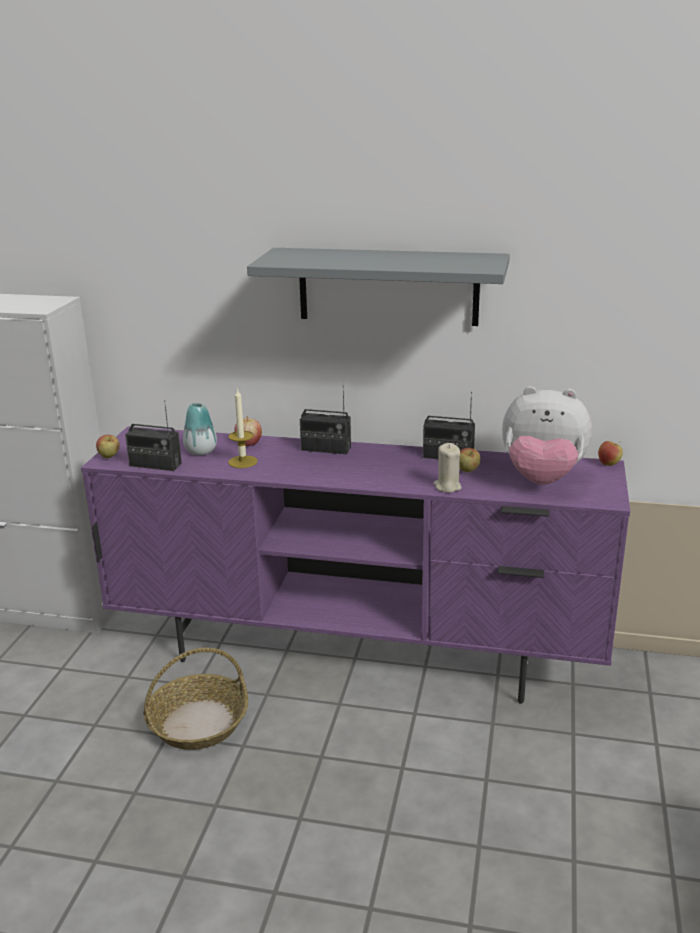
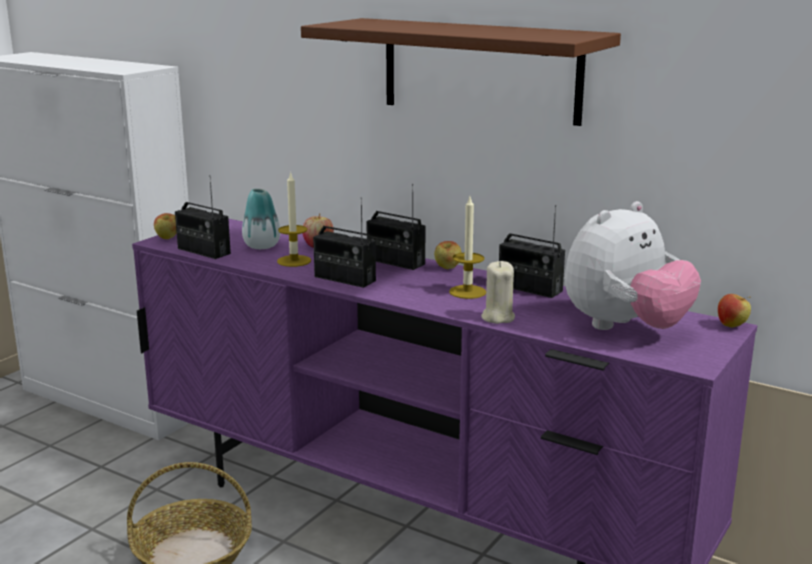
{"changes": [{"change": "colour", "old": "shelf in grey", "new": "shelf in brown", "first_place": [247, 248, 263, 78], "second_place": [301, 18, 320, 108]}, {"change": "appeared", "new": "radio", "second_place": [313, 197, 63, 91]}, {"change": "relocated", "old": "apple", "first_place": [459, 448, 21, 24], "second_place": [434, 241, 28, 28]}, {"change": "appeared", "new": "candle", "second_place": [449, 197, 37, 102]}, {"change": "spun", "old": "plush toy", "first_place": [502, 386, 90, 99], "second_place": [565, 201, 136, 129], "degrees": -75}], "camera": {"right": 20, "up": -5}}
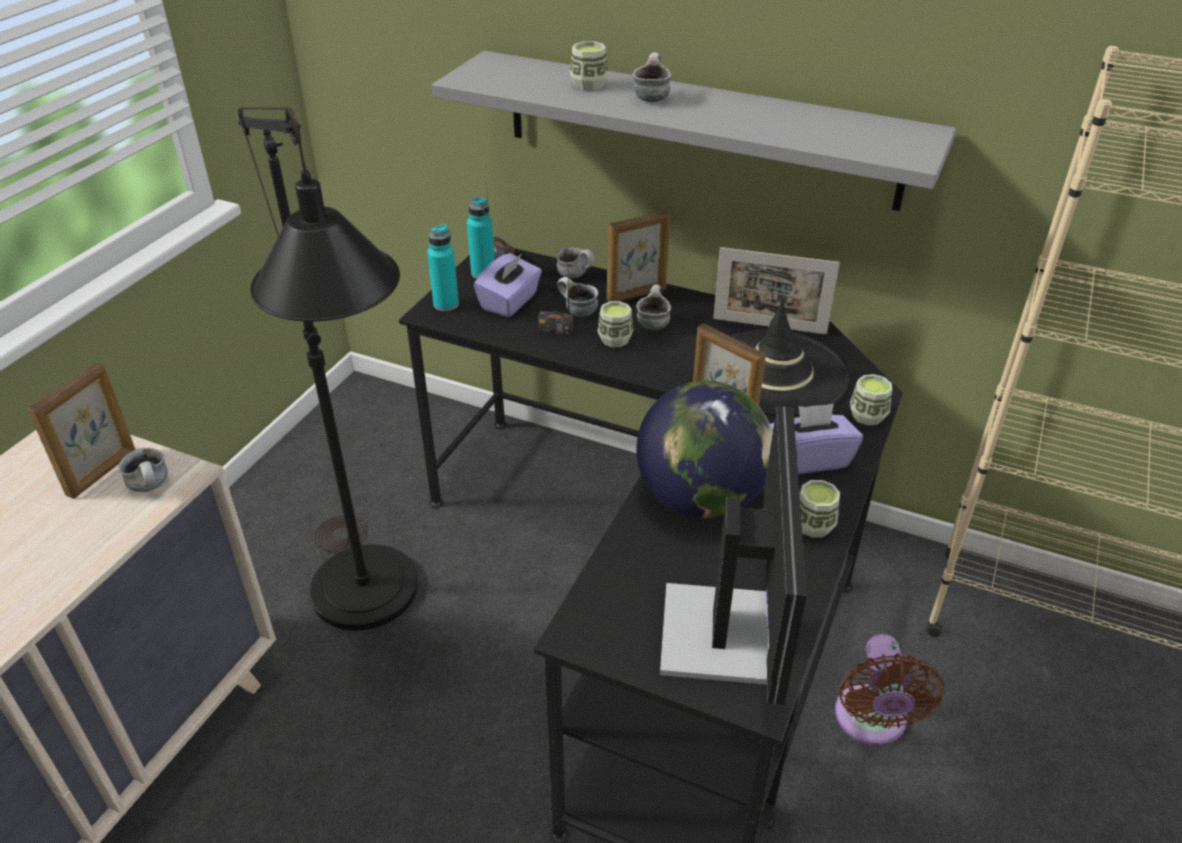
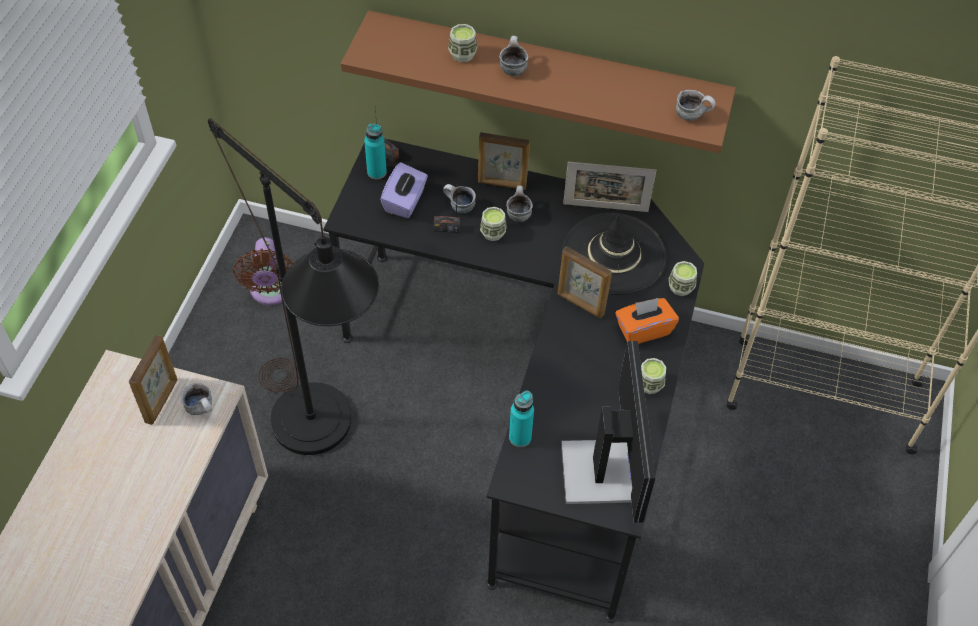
{"changes": [{"change": "relocated", "old": "fan in brown", "first_place": [835, 634, 109, 112], "second_place": [233, 238, 60, 67]}, {"change": "colour", "old": "shelf in grey", "new": "shelf in brown", "first_place": [432, 51, 524, 160], "second_place": [341, 10, 395, 143]}, {"change": "spun", "old": "picture frame", "first_place": [607, 211, 63, 91], "second_place": [478, 132, 52, 58], "degrees": 45}, {"change": "relocated", "old": "bottle in turquoise", "first_place": [427, 224, 32, 87], "second_place": [509, 391, 25, 56]}, {"change": "colour", "old": "tissue box in purple", "new": "tissue box in orange", "first_place": [770, 404, 93, 70], "second_place": [615, 298, 64, 46]}, {"change": "relocated", "old": "mug", "first_place": [556, 247, 39, 31], "second_place": [676, 90, 39, 31]}, {"change": "missing", "old": "globe", "first_place": [636, 381, 137, 137]}], "camera": {"right": -10, "up": 15}}
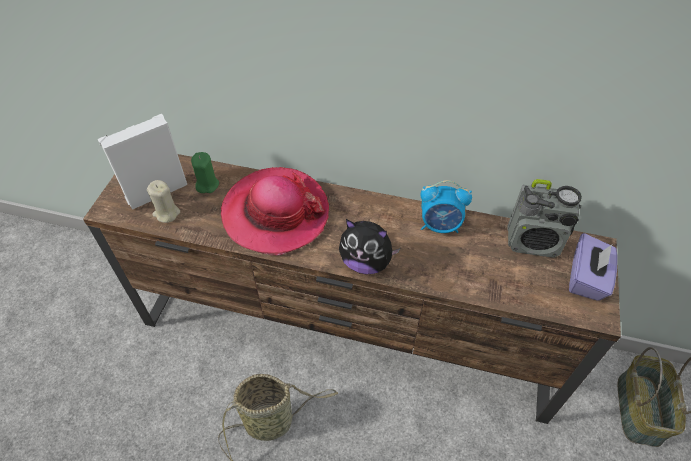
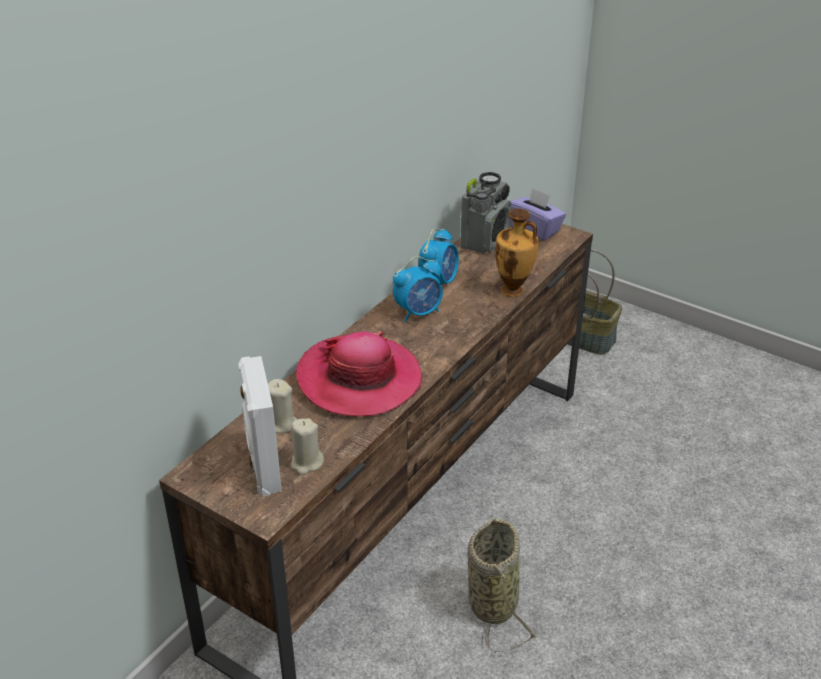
{"changes": [{"change": "colour", "old": "candle in green", "new": "candle in beige", "first_place": [191, 152, 28, 41], "second_place": [268, 379, 29, 54]}, {"change": "appeared", "new": "alarm clock", "second_place": [393, 256, 50, 66]}, {"change": "appeared", "new": "vase", "second_place": [495, 208, 44, 89]}, {"change": "missing", "old": "plush toy", "first_place": [339, 219, 61, 56]}], "camera": {"right": -70, "up": -15}}
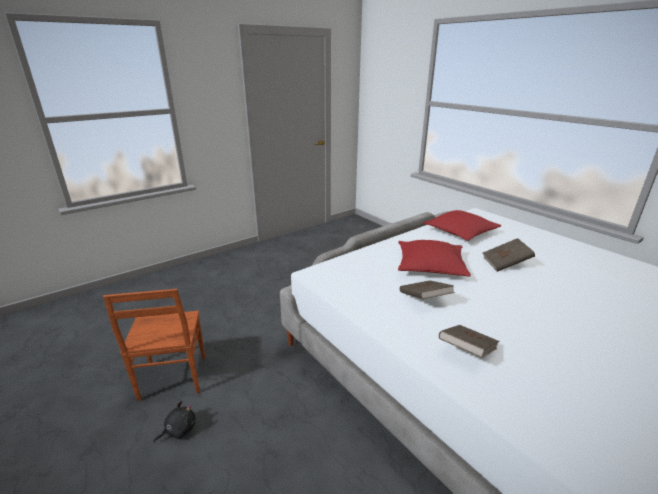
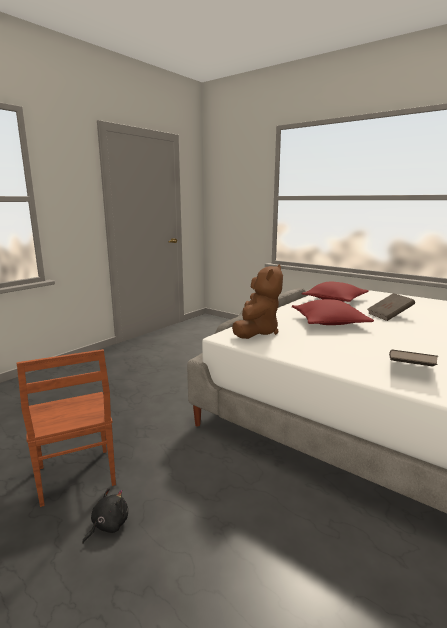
{"changes": [{"change": "appeared", "new": "plush toy in brown", "second_place": [232, 264, 51, 75]}, {"change": "missing", "old": "book in brown", "first_place": [400, 280, 55, 19]}], "camera": {"right": -15, "up": -10}}
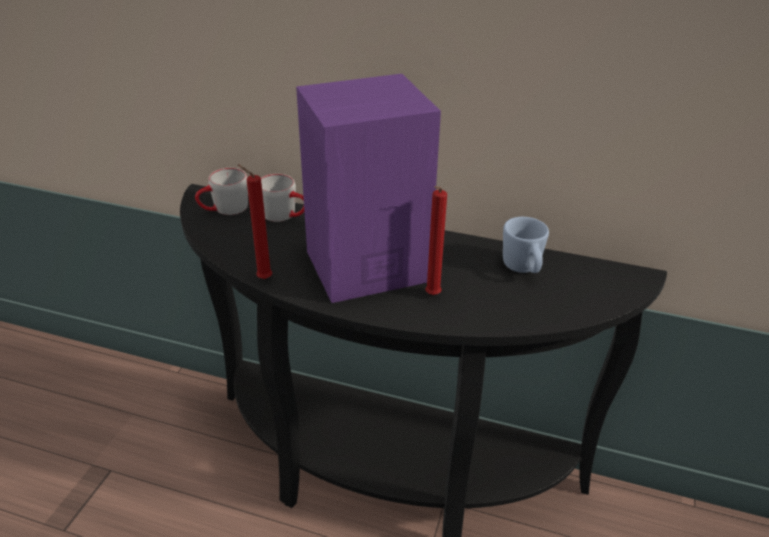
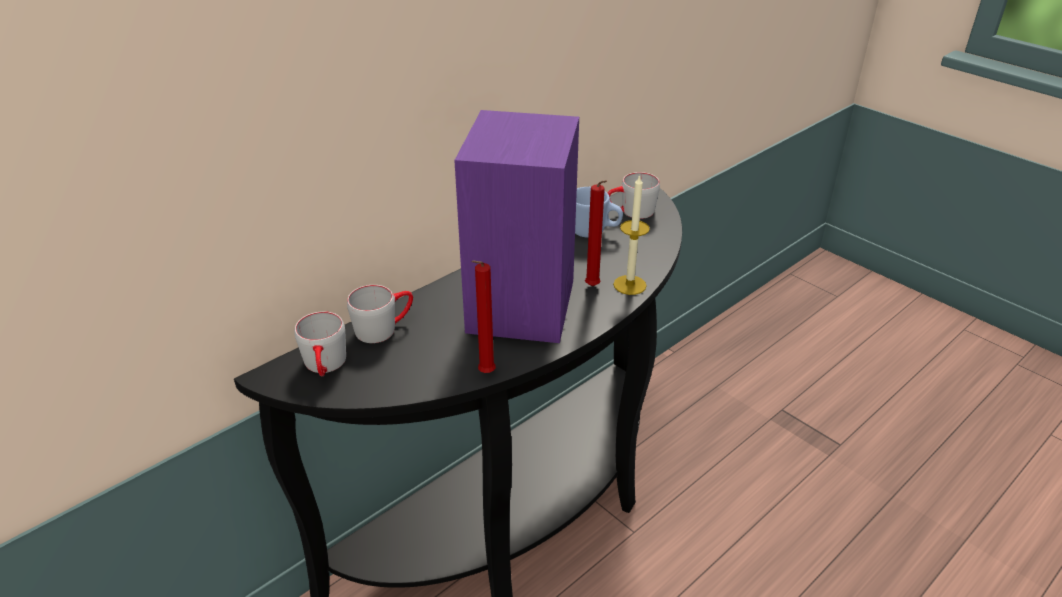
{"changes": [{"change": "appeared", "new": "mug in grey", "second_place": [608, 172, 52, 47]}, {"change": "appeared", "new": "candle", "second_place": [613, 174, 37, 121]}], "camera": {"right": -60, "up": 0}}
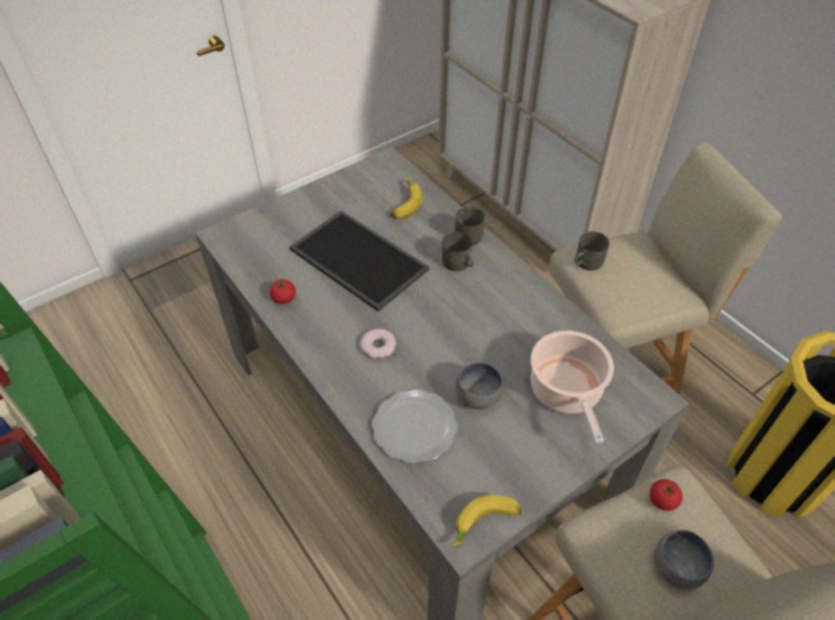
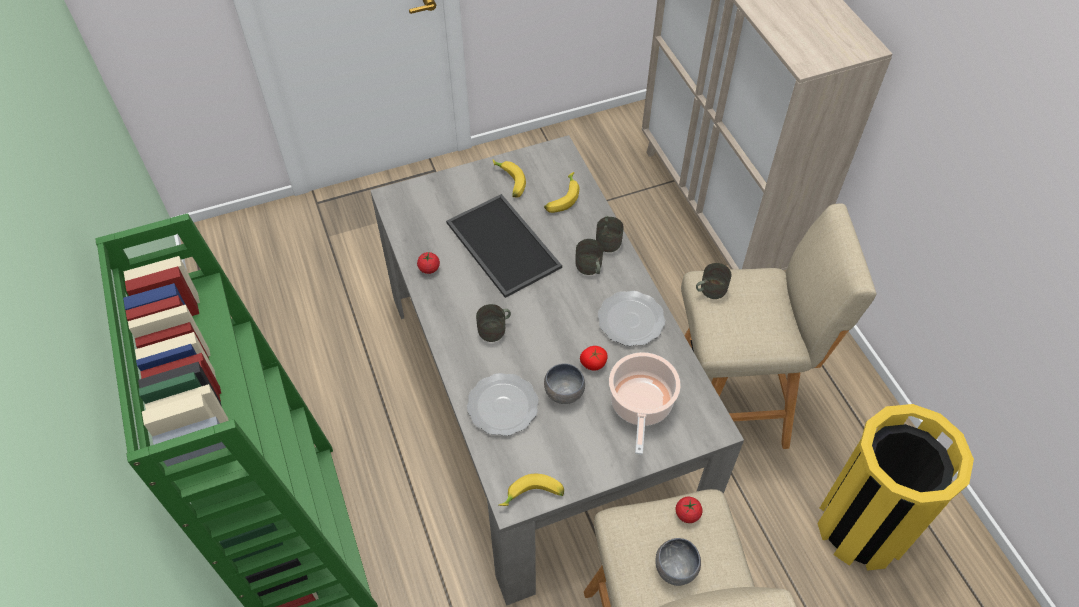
{"changes": [{"change": "exchanged", "old": "donut", "new": "mug in grey", "first_place": [360, 328, 36, 31], "second_place": [476, 304, 35, 38]}, {"change": "appeared", "new": "banana", "second_place": [493, 159, 33, 39]}, {"change": "appeared", "new": "tomato", "second_place": [580, 346, 28, 25]}, {"change": "appeared", "new": "plate", "second_place": [598, 291, 67, 55]}], "camera": {"right": 15, "up": 5}}
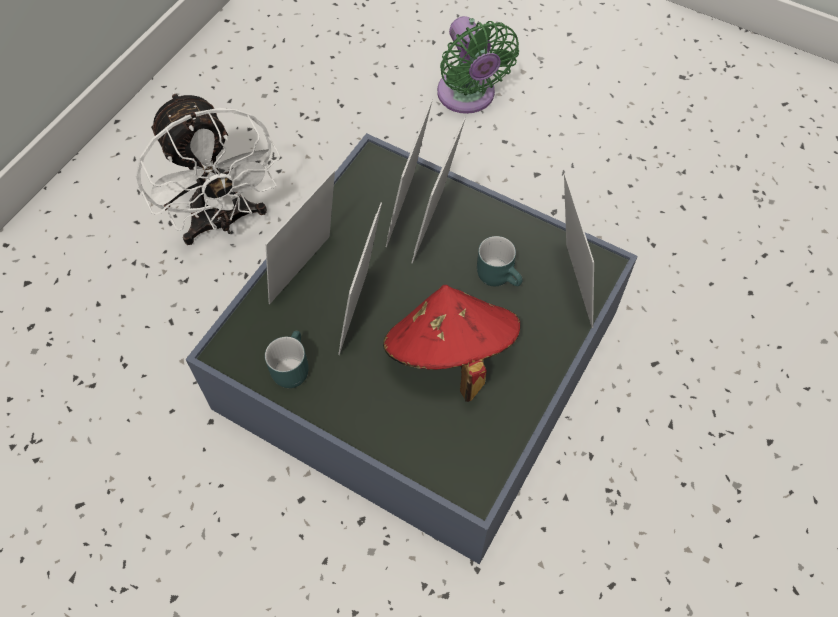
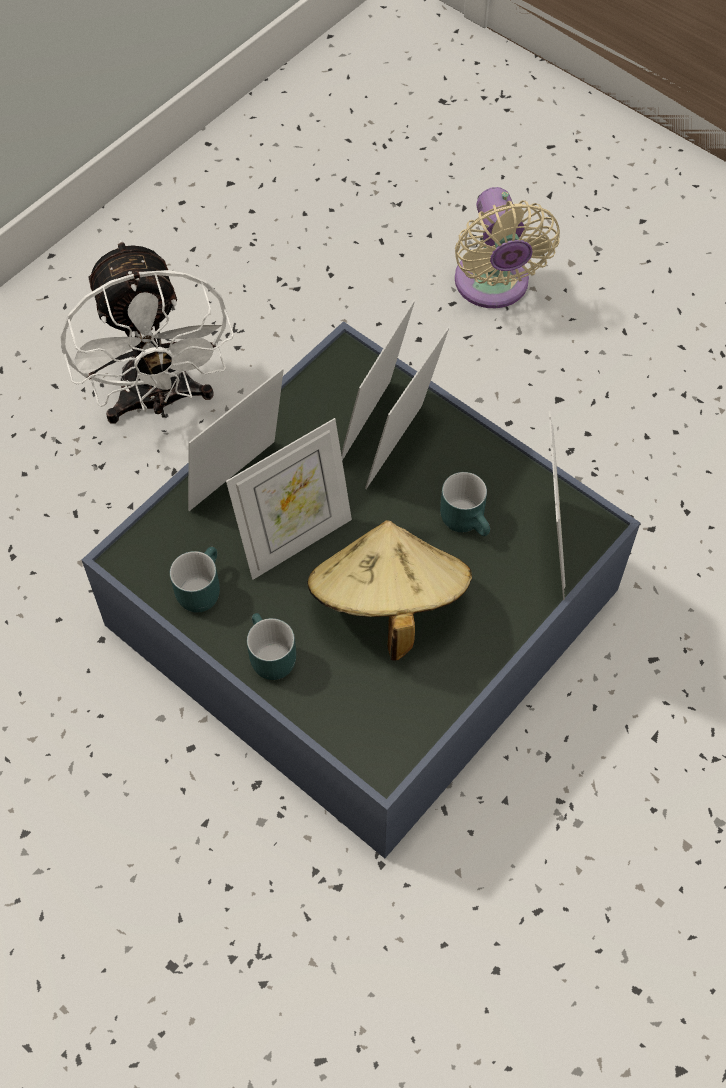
{"changes": [{"change": "spun", "old": "picture frame", "first_place": [338, 203, 44, 152], "second_place": [226, 418, 126, 162], "degrees": -150}, {"change": "appeared", "new": "mug in turquoise", "second_place": [247, 613, 49, 67]}, {"change": "colour", "old": "hat in red", "new": "hat in beige", "first_place": [383, 285, 137, 117], "second_place": [307, 520, 165, 141]}, {"change": "colour", "old": "fan in green", "new": "fan in beige", "first_place": [437, 16, 82, 98], "second_place": [455, 187, 105, 121]}], "camera": {"right": 10, "up": 0}}
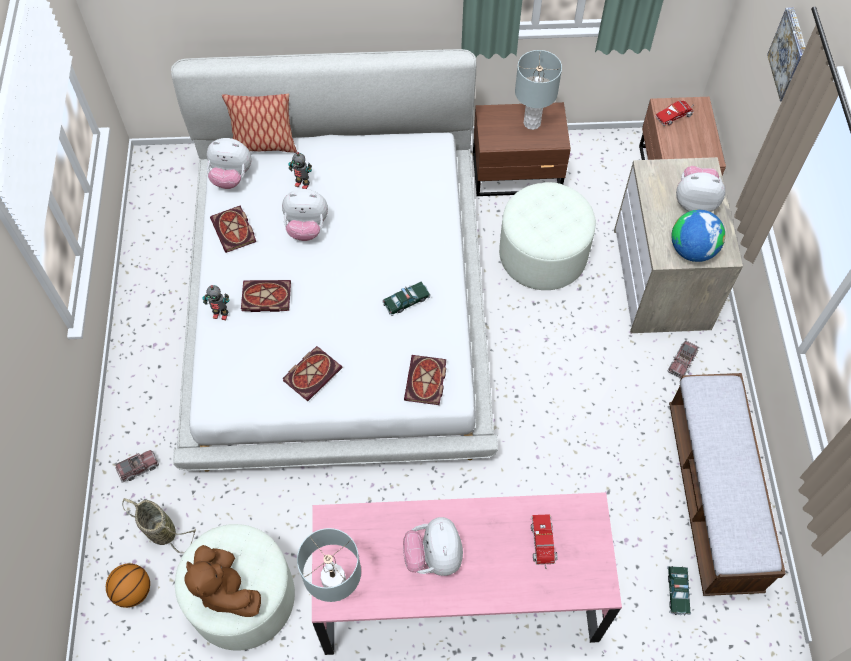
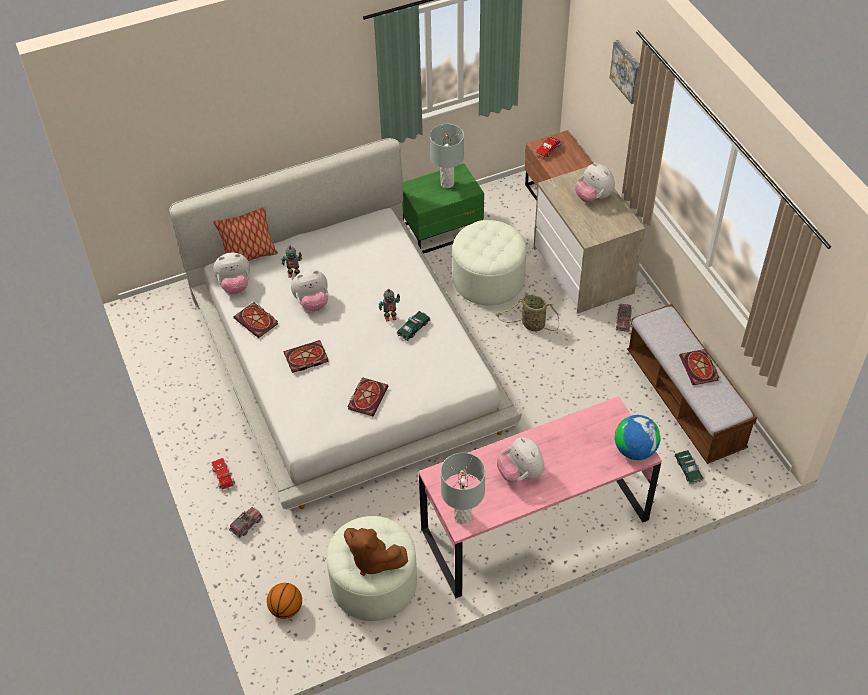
{"changes": [{"change": "relocated", "old": "toy truck", "first_place": [531, 514, 27, 55], "second_place": [211, 458, 24, 32]}, {"change": "relocated", "old": "toy robot", "first_place": [202, 285, 27, 35], "second_place": [379, 289, 21, 33]}, {"change": "colour", "old": "nightstand in brown", "new": "nightstand in green", "first_place": [473, 102, 98, 94], "second_place": [402, 163, 82, 91]}, {"change": "relocated", "old": "basket", "first_place": [122, 498, 74, 55], "second_place": [498, 294, 61, 37]}, {"change": "spun", "old": "plush toy", "first_place": [676, 166, 49, 46], "second_place": [575, 163, 40, 39], "degrees": -120}, {"change": "relocated", "old": "globe", "first_place": [671, 210, 54, 52], "second_place": [615, 415, 46, 45]}, {"change": "relocated", "old": "book", "first_place": [404, 355, 42, 50], "second_place": [679, 349, 40, 36]}], "camera": {"right": -20, "up": -10}}
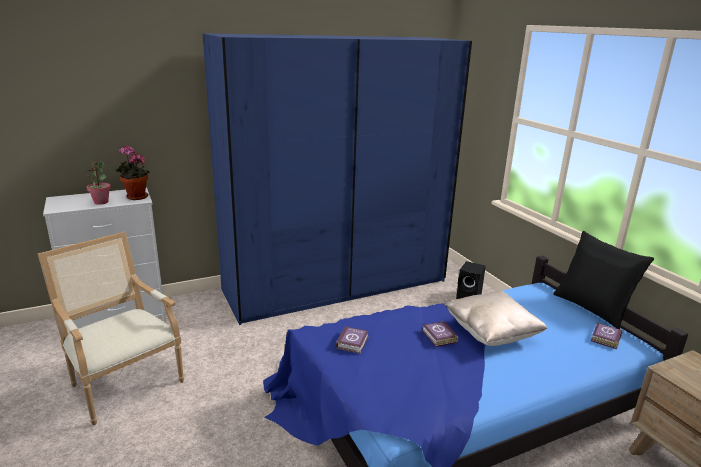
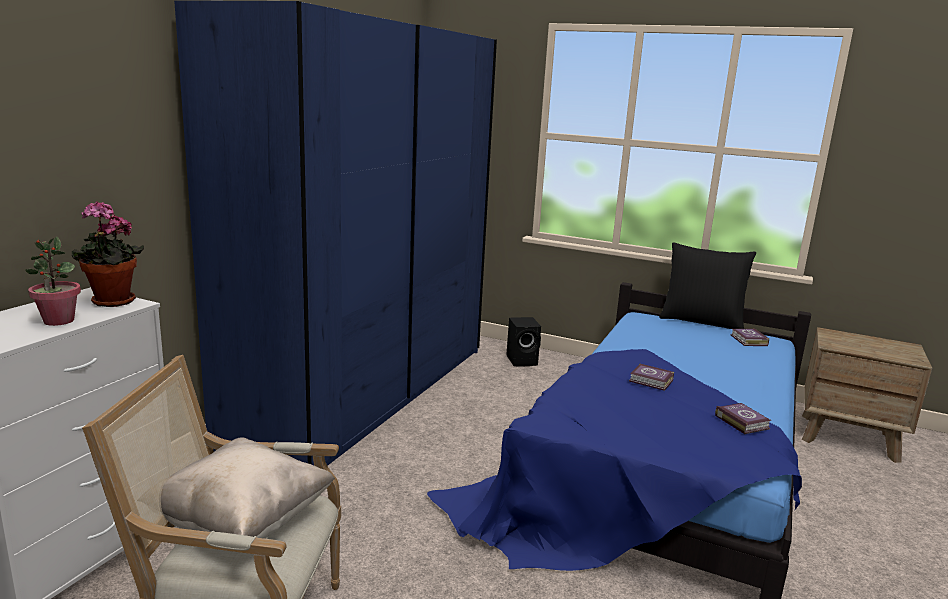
{"changes": [{"change": "relocated", "old": "pillow in beige", "first_place": [445, 290, 102, 56], "second_place": [161, 437, 174, 102]}, {"change": "relocated", "old": "book", "first_place": [336, 326, 33, 28], "second_place": [715, 403, 57, 31]}], "camera": {"right": -40, "up": -5}}
